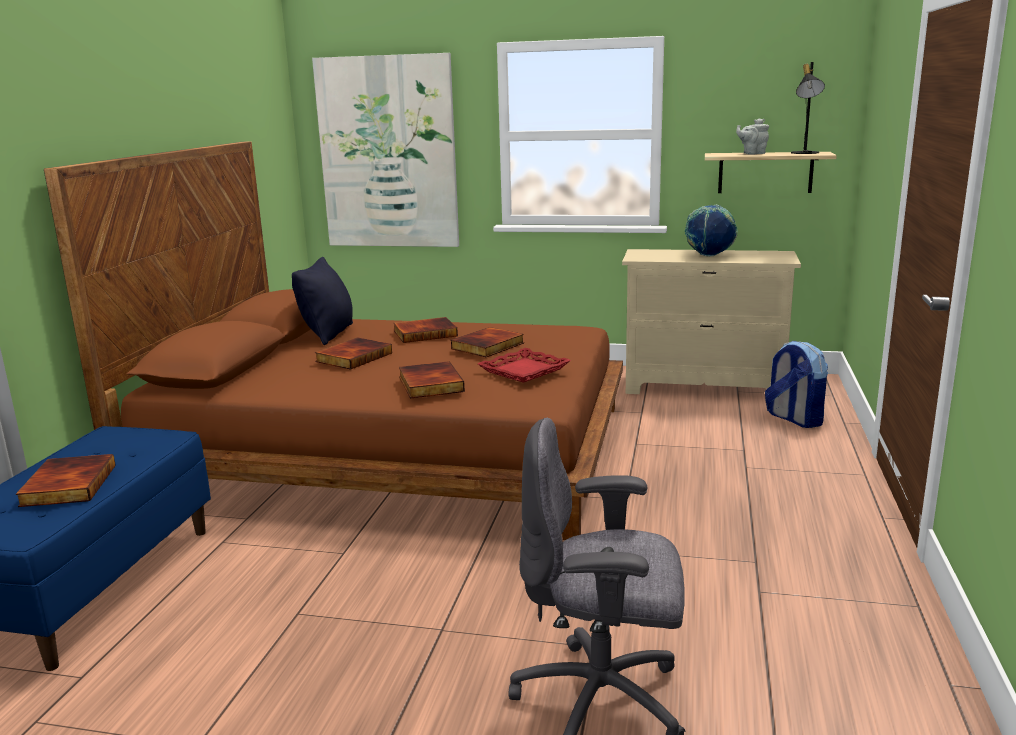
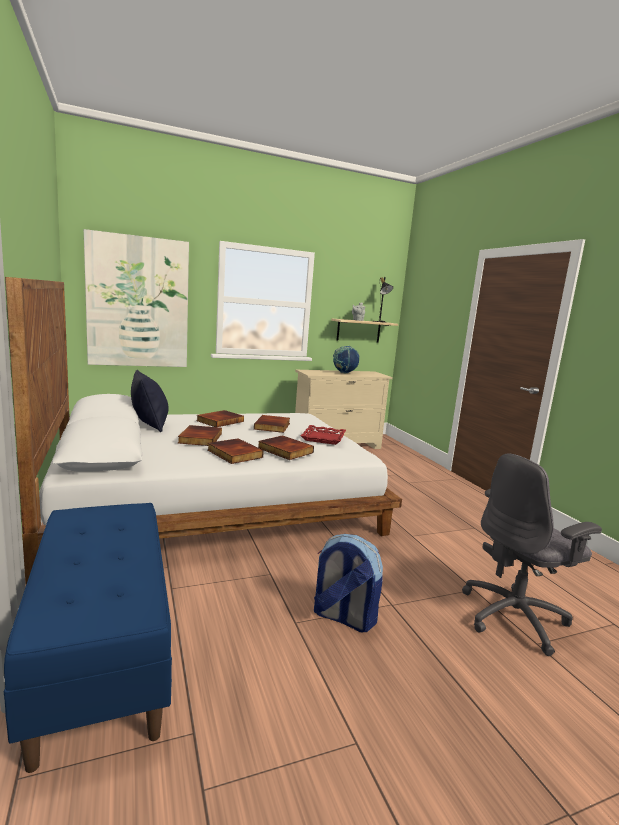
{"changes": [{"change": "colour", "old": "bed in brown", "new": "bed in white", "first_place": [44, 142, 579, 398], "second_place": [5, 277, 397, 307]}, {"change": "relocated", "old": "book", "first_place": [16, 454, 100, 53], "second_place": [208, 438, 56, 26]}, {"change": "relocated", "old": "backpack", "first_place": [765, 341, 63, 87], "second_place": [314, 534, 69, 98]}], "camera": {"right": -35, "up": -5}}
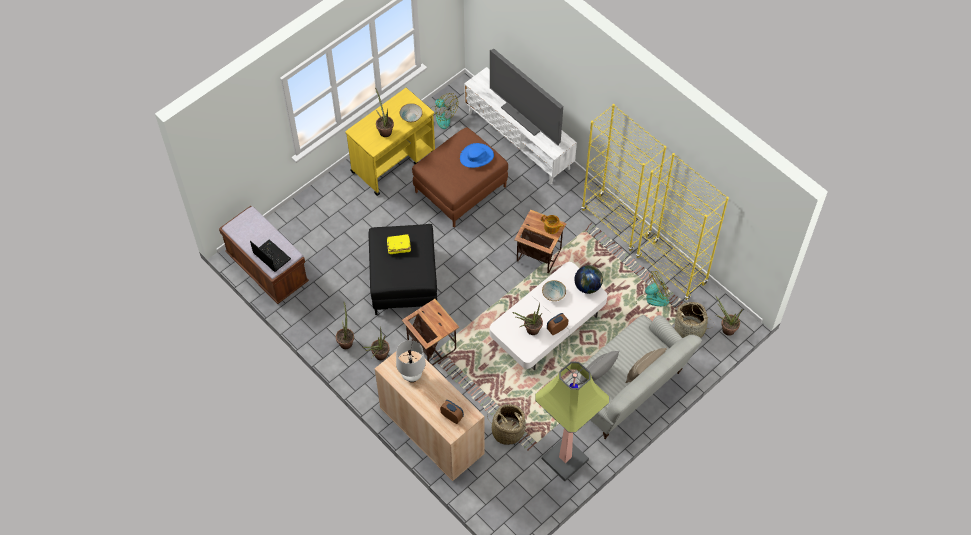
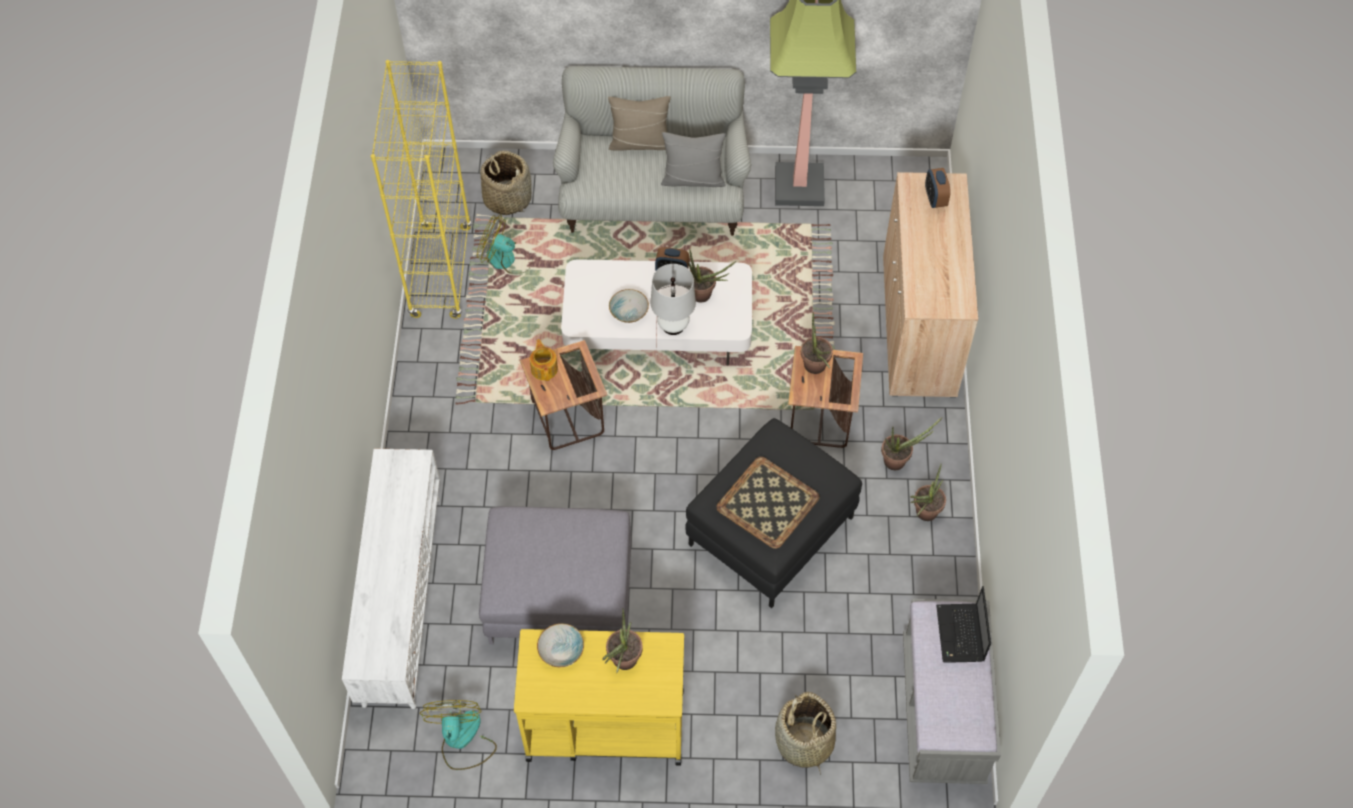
{"changes": [{"change": "colour", "old": "ottoman in brown", "new": "ottoman in grey", "first_place": [412, 127, 96, 100], "second_place": [479, 506, 152, 139]}, {"change": "relocated", "old": "table lamp in white", "first_place": [396, 340, 30, 42], "second_place": [651, 264, 45, 71]}, {"change": "exchanged", "old": "book in yellow", "new": "tray", "first_place": [387, 234, 24, 20], "second_place": [716, 457, 104, 92]}, {"change": "relocated", "old": "basket", "first_place": [487, 404, 39, 41], "second_place": [775, 692, 61, 83]}, {"change": "relocated", "old": "potted plant", "first_place": [716, 296, 27, 40], "second_place": [801, 312, 32, 62]}, {"change": "colour", "old": "bench in brown", "new": "bench in grey", "first_place": [219, 206, 90, 98], "second_place": [903, 599, 98, 185]}, {"change": "missing", "old": "hat in blue", "first_place": [460, 143, 34, 25]}, {"change": "missing", "old": "television", "first_place": [490, 49, 73, 97]}, {"change": "missing", "old": "globe", "first_place": [574, 265, 29, 29]}, {"change": "missing", "old": "bookcase in yellow", "first_place": [581, 104, 86, 147]}], "camera": {"right": -135, "up": 0}}
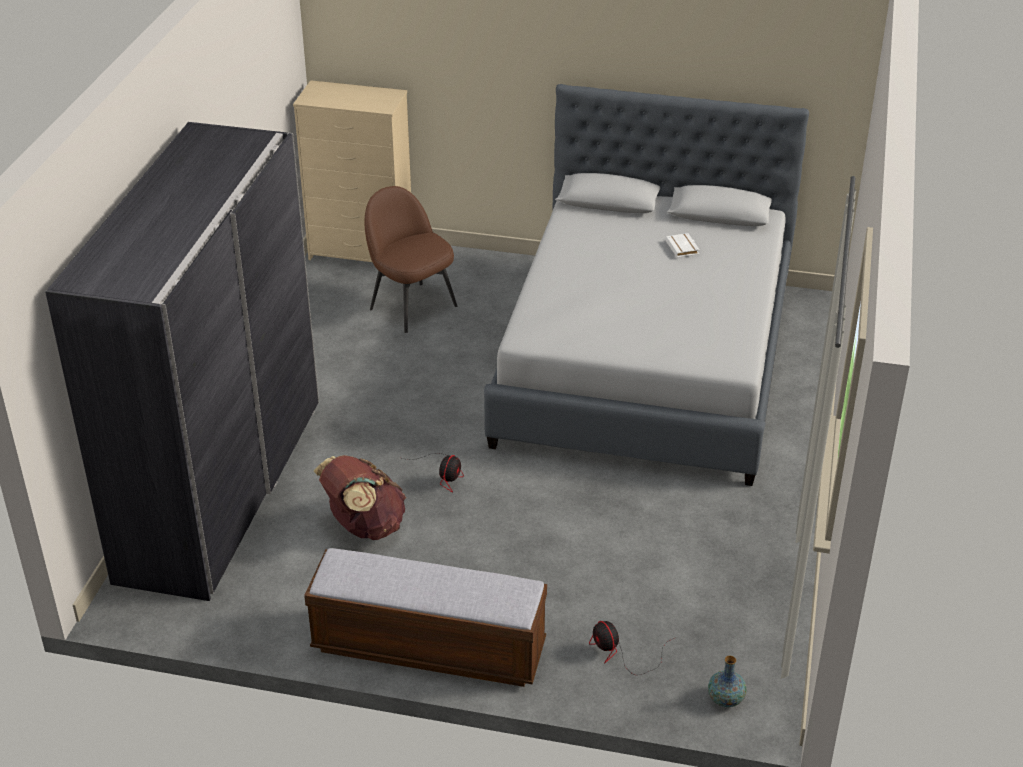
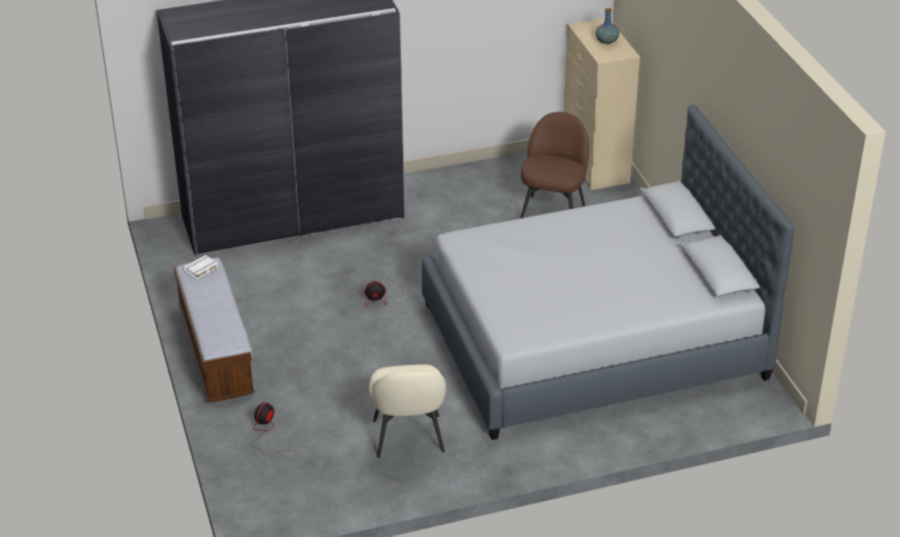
{"changes": [{"change": "relocated", "old": "book in white", "first_place": [665, 233, 35, 25], "second_place": [183, 255, 36, 24]}, {"change": "appeared", "new": "chair in beige", "second_place": [369, 364, 77, 94]}, {"change": "relocated", "old": "vase", "first_place": [708, 656, 39, 51], "second_place": [596, 8, 23, 36]}, {"change": "missing", "old": "backpack in brown", "first_place": [314, 455, 92, 85]}], "camera": {"right": 60, "up": 0}}
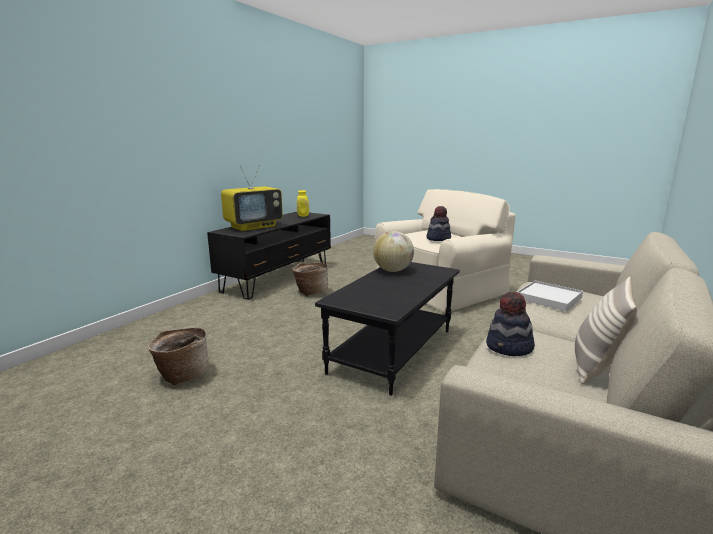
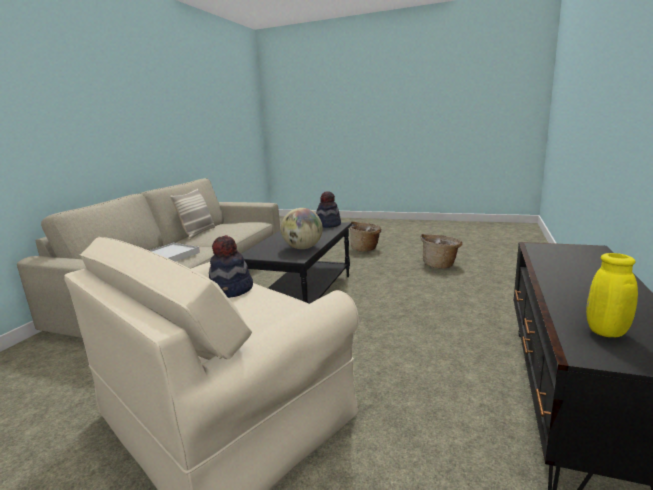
{"changes": [{"change": "relocated", "old": "hat", "first_place": [486, 292, 49, 64], "second_place": [316, 191, 25, 37]}, {"change": "relocated", "old": "basket", "first_place": [292, 263, 36, 33], "second_place": [349, 221, 32, 31]}, {"change": "missing", "old": "television", "first_place": [221, 165, 62, 66]}], "camera": {"right": 170, "up": 0}}
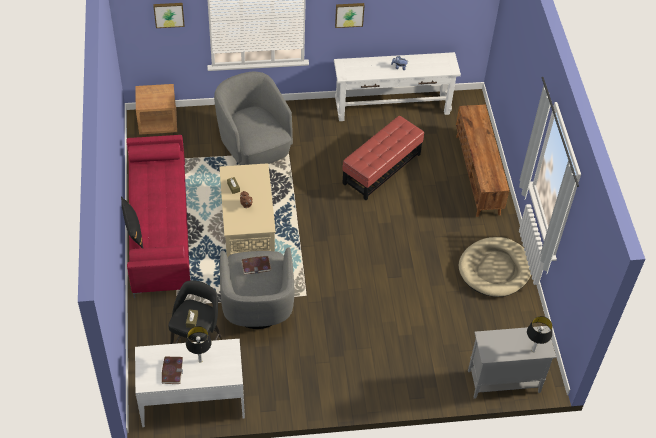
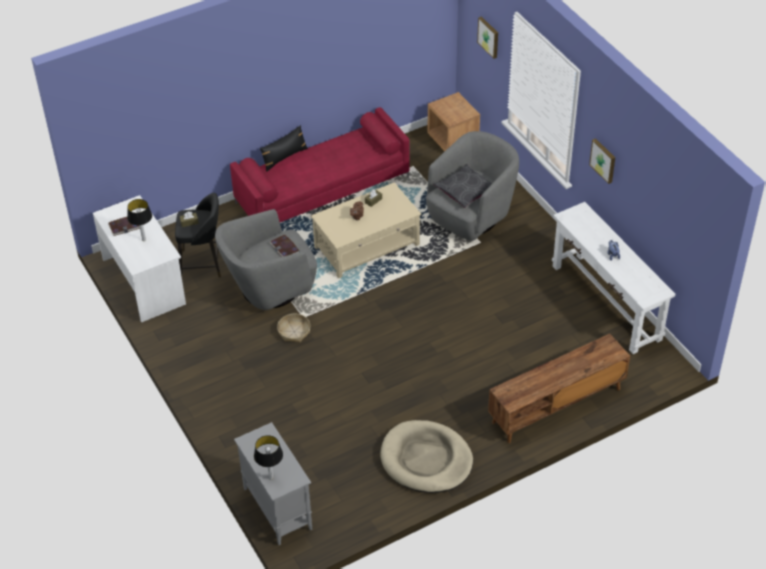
{"changes": [{"change": "appeared", "new": "basket", "second_place": [277, 314, 34, 28]}, {"change": "appeared", "new": "pillow in grey", "second_place": [433, 164, 59, 44]}, {"change": "missing", "old": "ottoman in red", "first_place": [342, 116, 82, 84]}], "camera": {"right": 70, "up": -5}}
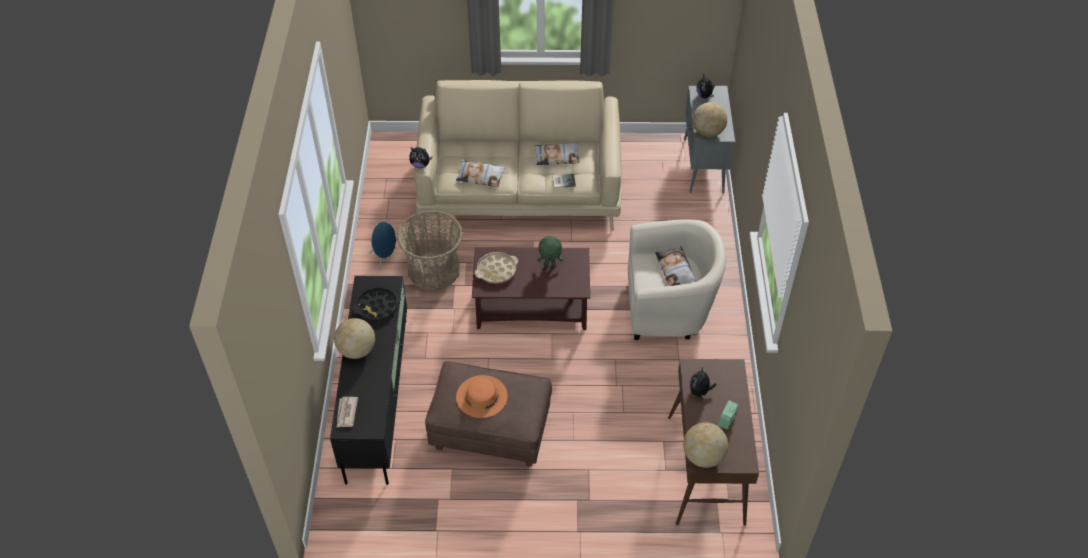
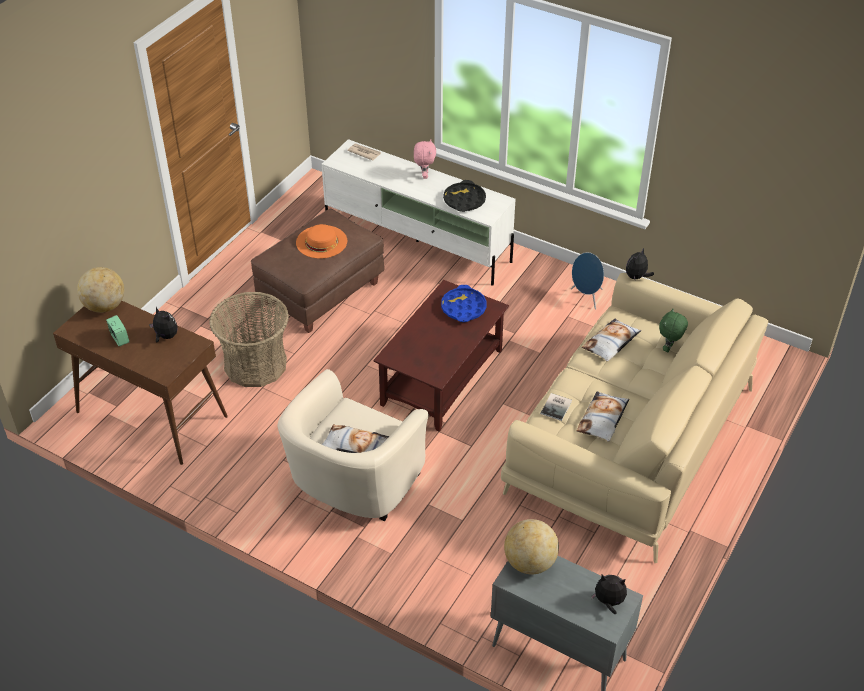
{"changes": [{"change": "relocated", "old": "basket", "first_place": [397, 210, 66, 80], "second_place": [209, 292, 80, 95]}, {"change": "colour", "old": "tv stand in black", "new": "tv stand in white", "first_place": [330, 276, 77, 209], "second_place": [322, 139, 194, 147]}, {"change": "exchanged", "old": "globe", "new": "plush toy in pink", "first_place": [334, 318, 41, 41], "second_place": [414, 139, 22, 40]}, {"change": "colour", "old": "tray in beige", "new": "tray in blue", "first_place": [475, 252, 43, 32], "second_place": [441, 285, 46, 37]}, {"change": "relocated", "old": "plush toy in green", "first_place": [537, 236, 26, 31], "second_place": [659, 309, 29, 43]}], "camera": {"right": 120, "up": -5}}
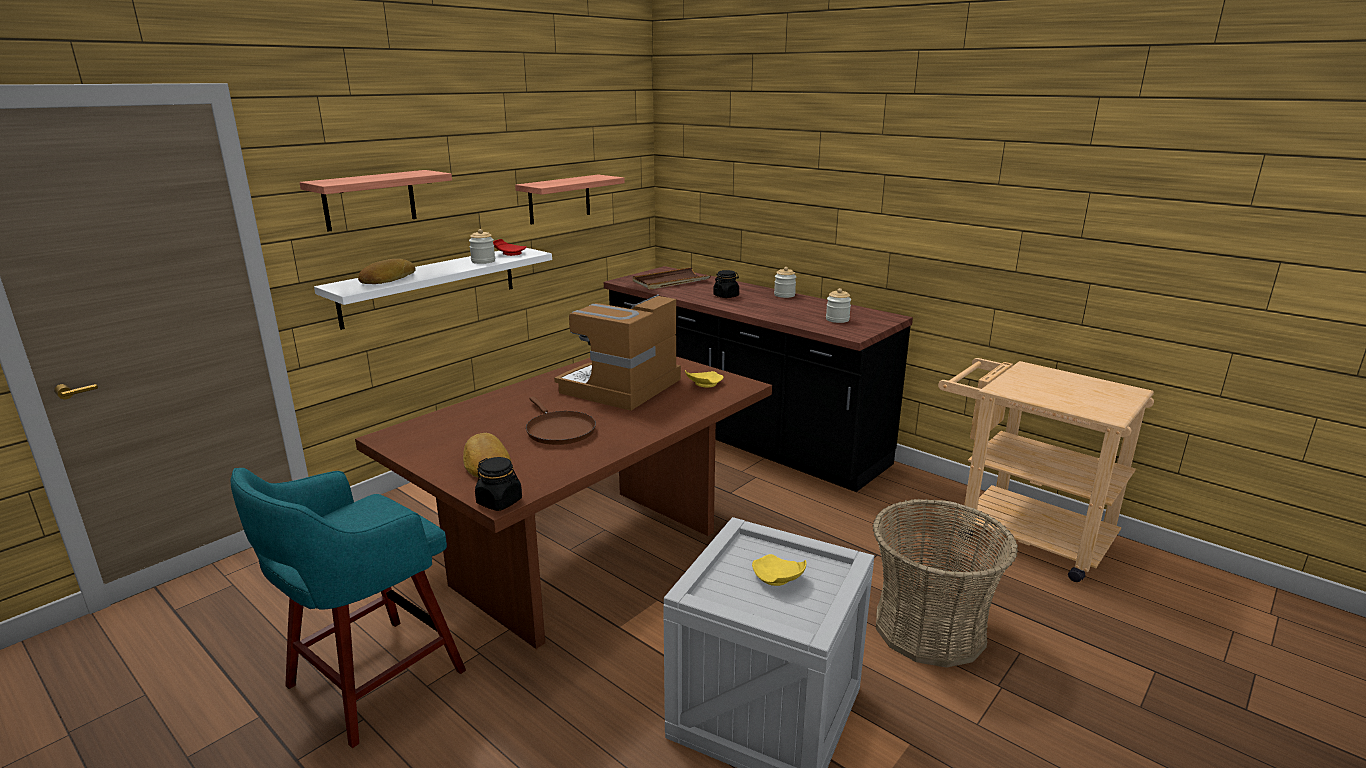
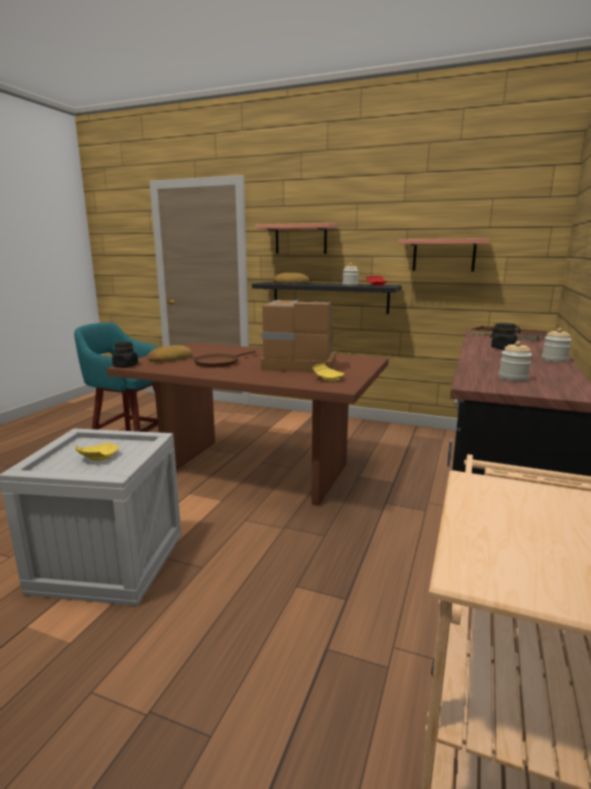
{"changes": [{"change": "colour", "old": "shelf in white", "new": "shelf in black", "first_place": [314, 248, 238, 82], "second_place": [252, 282, 149, 32]}, {"change": "missing", "old": "basket", "first_place": [873, 499, 145, 169]}], "camera": {"right": 70, "up": -5}}
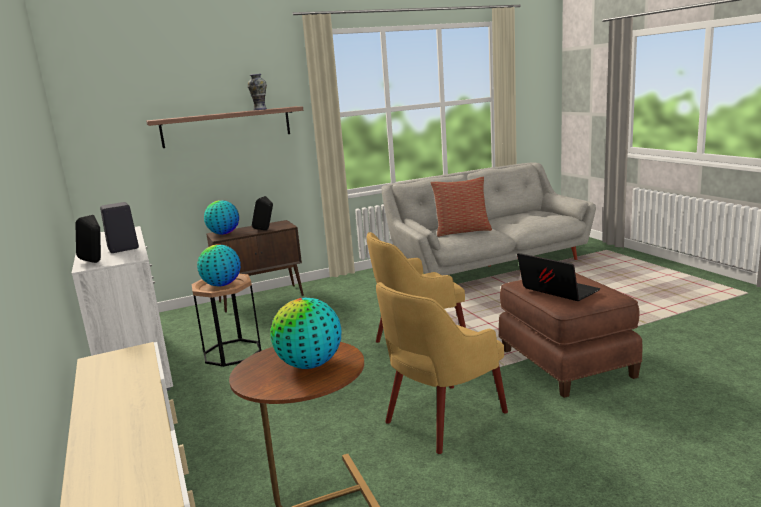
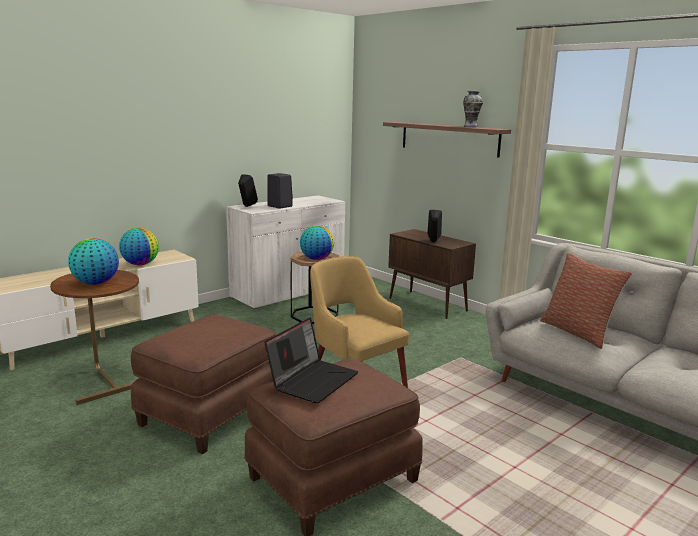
{"changes": [{"change": "relocated", "old": "globe", "first_place": [204, 200, 35, 35], "second_place": [119, 228, 40, 37]}, {"change": "exchanged", "old": "armchair in yellow", "new": "ottoman in brown", "first_place": [376, 282, 132, 172], "second_place": [131, 315, 145, 139]}], "camera": {"right": 70, "up": 0}}
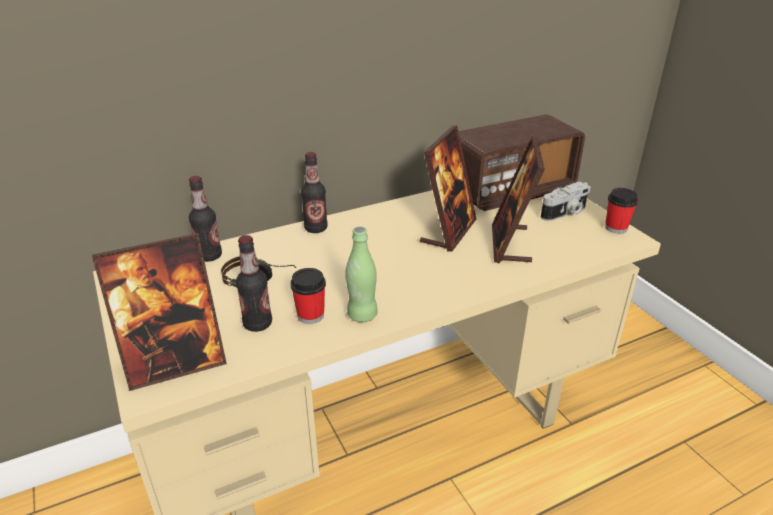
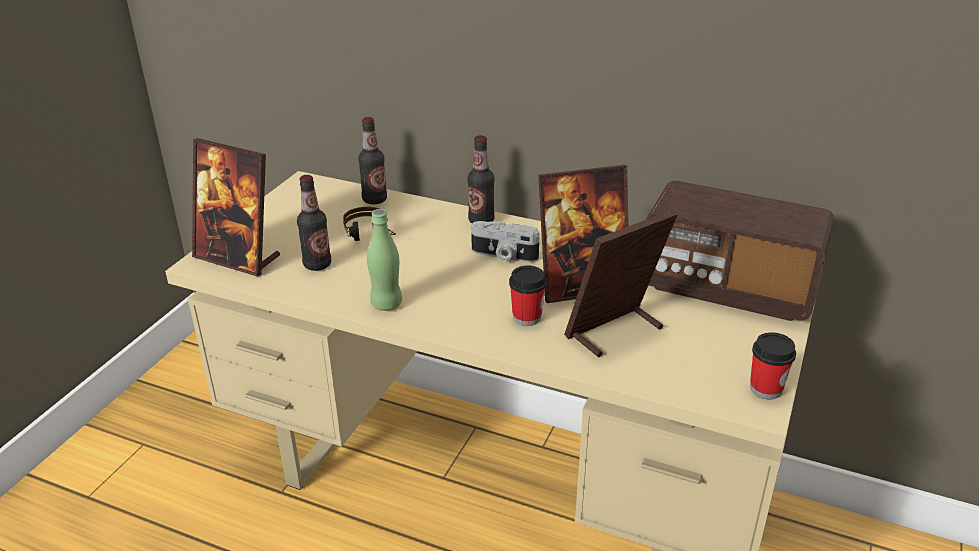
{"changes": [{"change": "relocated", "old": "photo camera", "first_place": [541, 182, 50, 39], "second_place": [471, 221, 69, 42]}, {"change": "relocated", "old": "cup", "first_place": [290, 268, 36, 56], "second_place": [509, 266, 38, 60]}], "camera": {"right": 50, "up": 0}}
